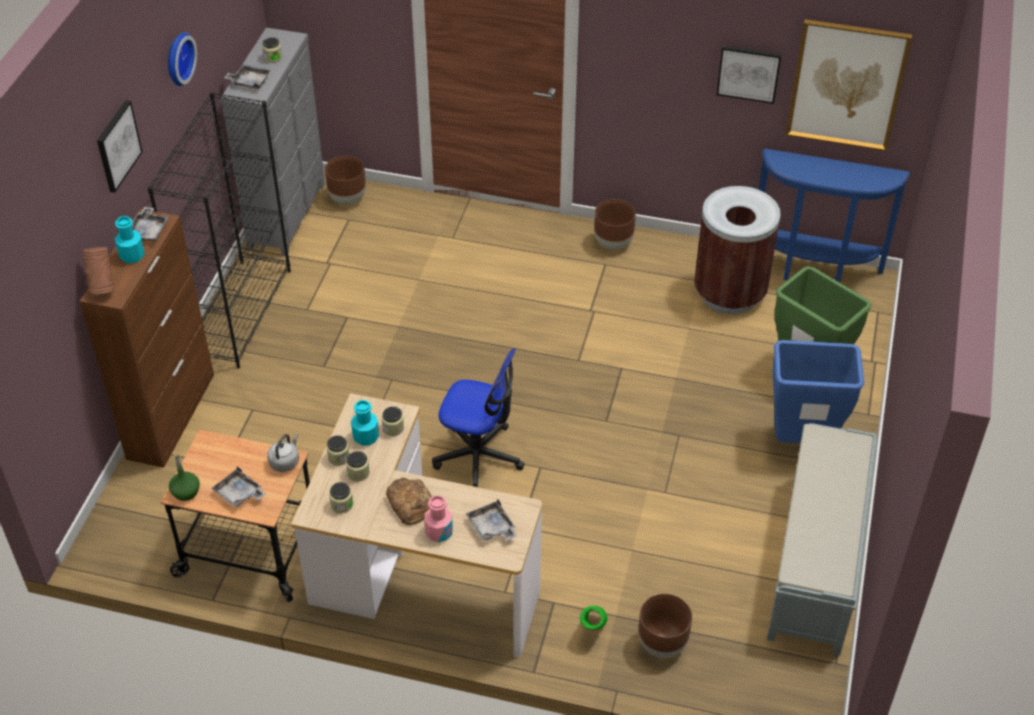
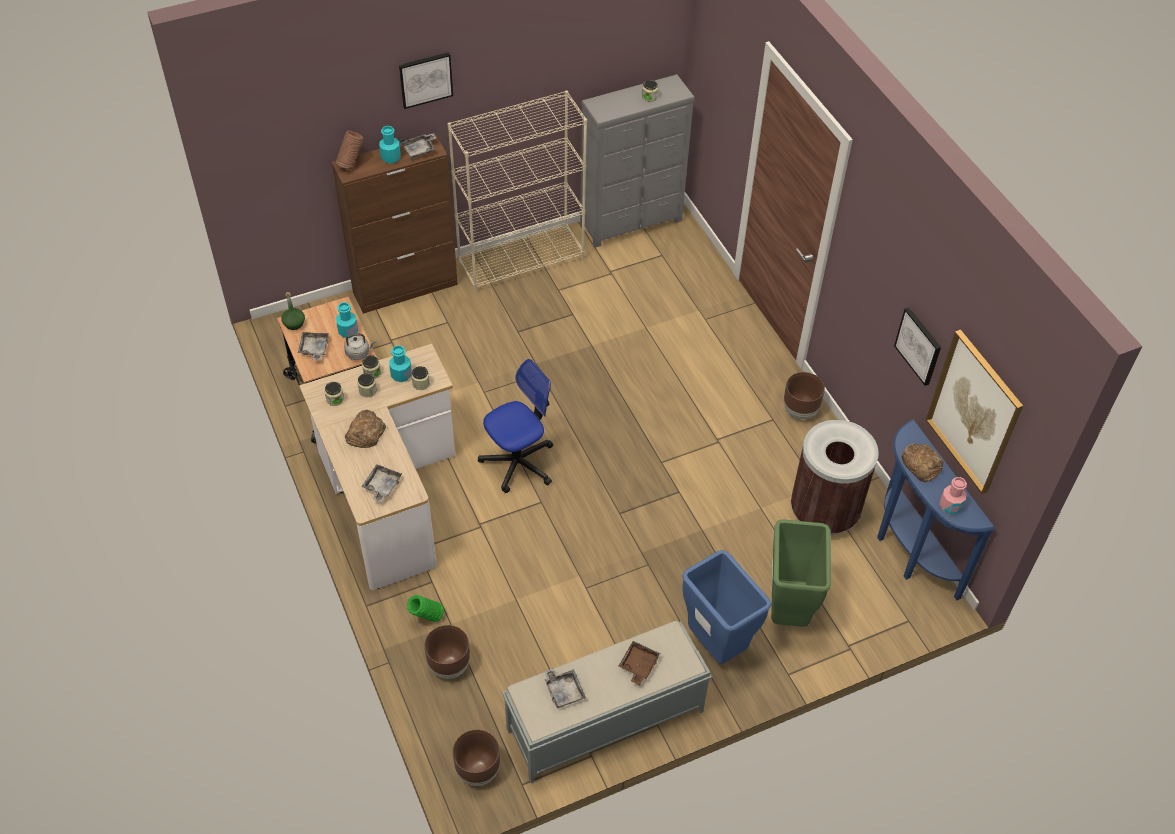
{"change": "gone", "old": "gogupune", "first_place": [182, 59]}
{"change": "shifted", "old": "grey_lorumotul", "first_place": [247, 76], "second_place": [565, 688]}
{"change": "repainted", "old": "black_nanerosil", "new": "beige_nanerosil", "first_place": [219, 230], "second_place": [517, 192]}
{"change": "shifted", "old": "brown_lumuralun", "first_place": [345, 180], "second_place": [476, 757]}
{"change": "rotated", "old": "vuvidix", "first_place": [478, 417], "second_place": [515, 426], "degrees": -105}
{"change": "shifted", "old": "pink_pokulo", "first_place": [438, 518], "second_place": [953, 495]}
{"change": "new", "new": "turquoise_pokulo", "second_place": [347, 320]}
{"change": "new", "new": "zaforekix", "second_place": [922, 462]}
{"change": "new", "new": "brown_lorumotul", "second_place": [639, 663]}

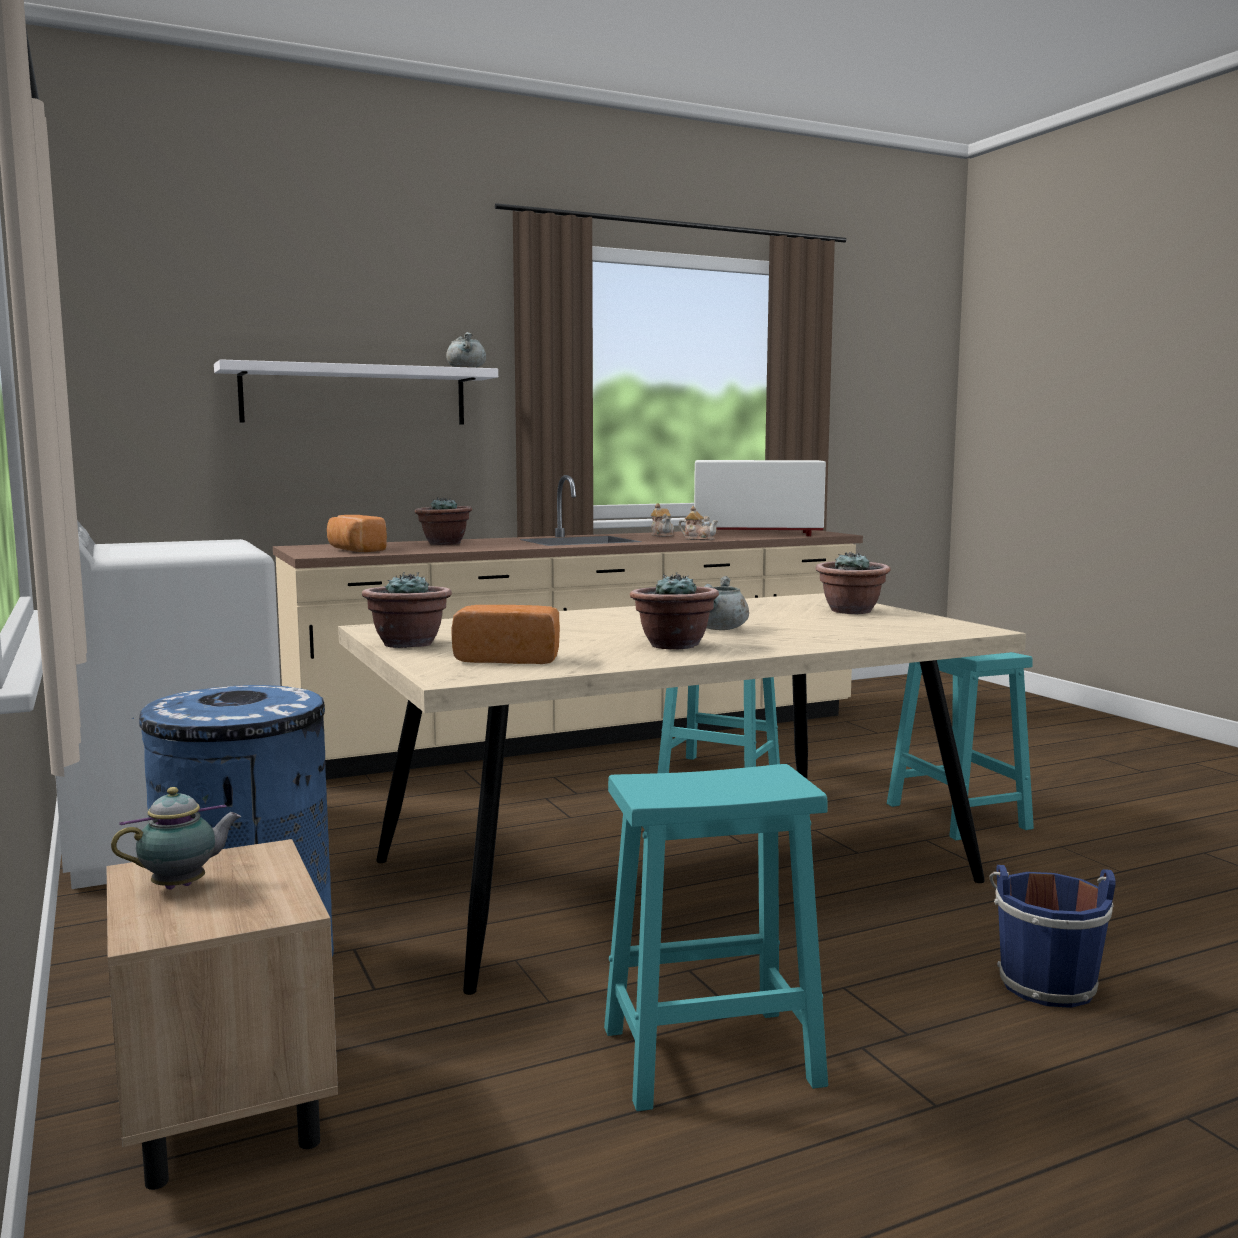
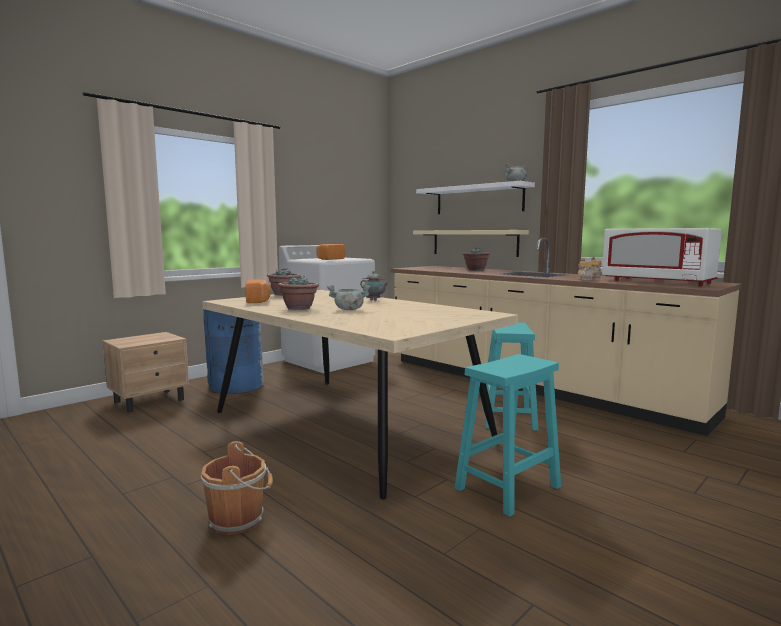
{"change": "rotated", "old": "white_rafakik", "first_place": [760, 498], "second_place": [662, 257], "degrees": 150}
{"change": "shifted", "old": "zaforekix", "first_place": [357, 533], "second_place": [330, 252]}
{"change": "gone", "old": "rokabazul", "first_place": [853, 583]}
{"change": "gone", "old": "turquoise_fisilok", "first_place": [716, 937]}
{"change": "shifted", "old": "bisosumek", "first_place": [176, 838], "second_place": [374, 286]}
{"change": "repainted", "old": "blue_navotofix", "new": "brown_navotofix", "first_place": [1053, 936], "second_place": [237, 488]}
{"change": "new", "new": "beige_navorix", "second_place": [471, 243]}

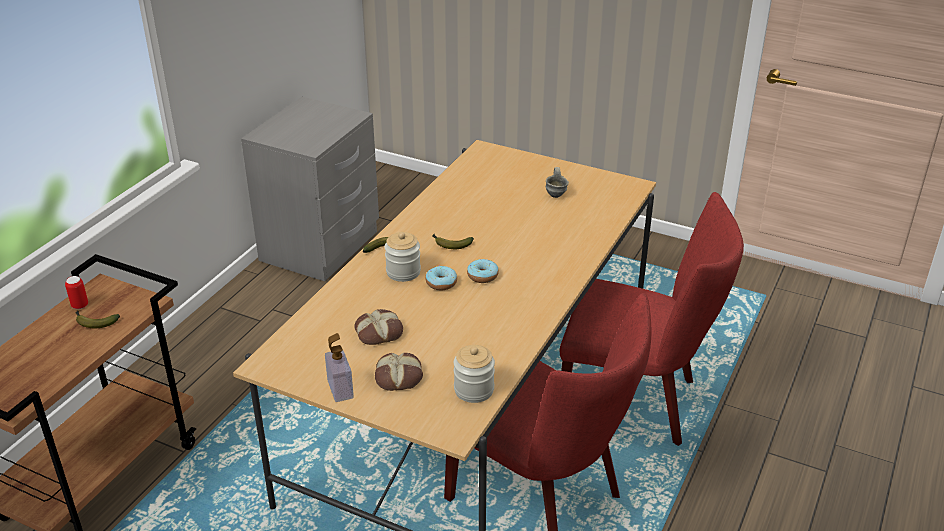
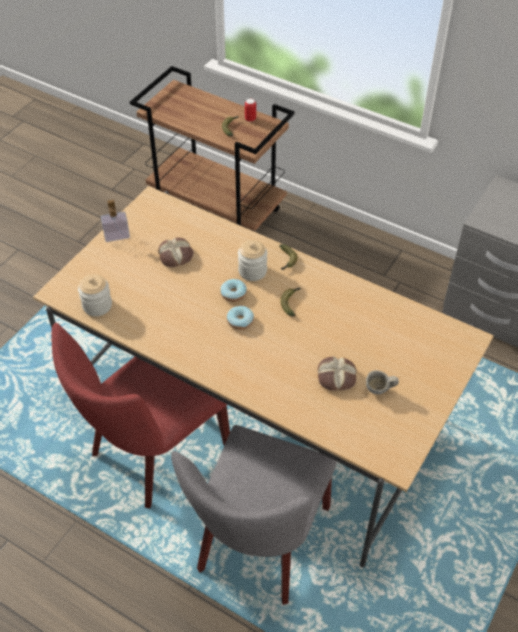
{"change": "repainted", "old": "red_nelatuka", "new": "grey_nelatuka", "first_place": [652, 319], "second_place": [254, 515]}
{"change": "shifted", "old": "zaforekix", "first_place": [399, 372], "second_place": [337, 373]}

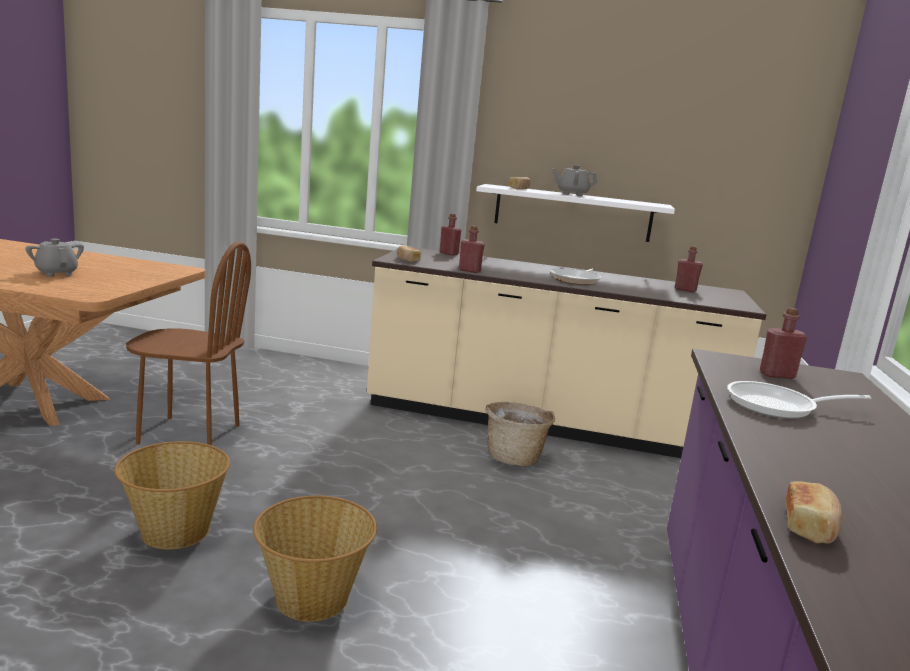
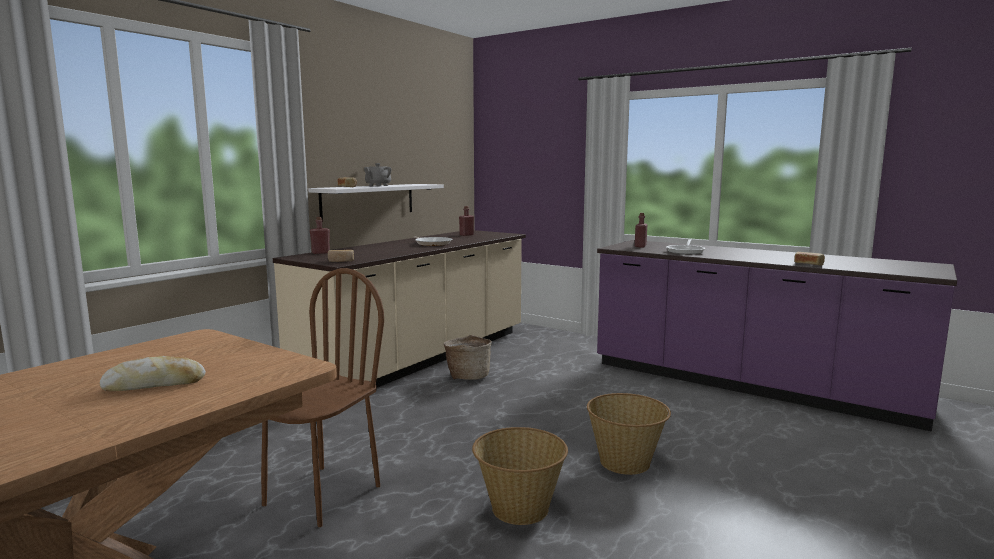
{"change": "gone", "old": "red_pokulo", "first_place": [472, 249]}
{"change": "swapped", "old": "grey_bisosumek", "new": "zaforekix", "first_place": [54, 258], "second_place": [153, 373]}

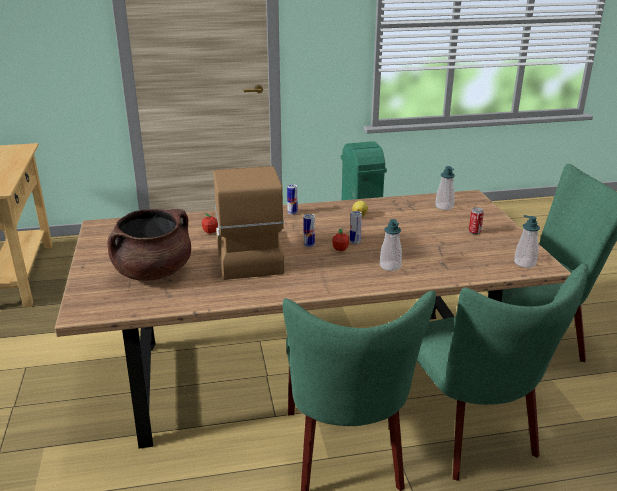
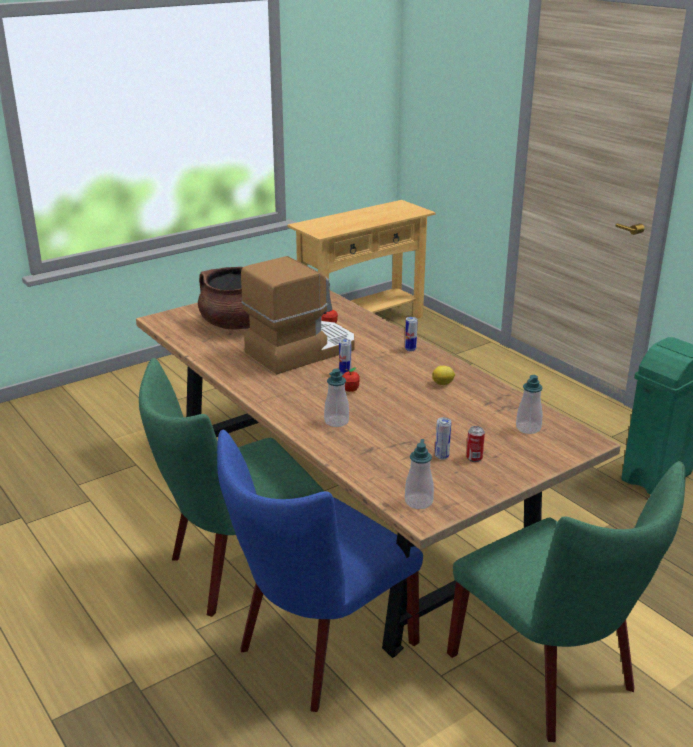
{"change": "shifted", "old": "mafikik", "first_place": [356, 227], "second_place": [443, 438]}
{"change": "repainted", "old": "green_nelatuka", "new": "blue_nelatuka", "first_place": [502, 372], "second_place": [320, 571]}

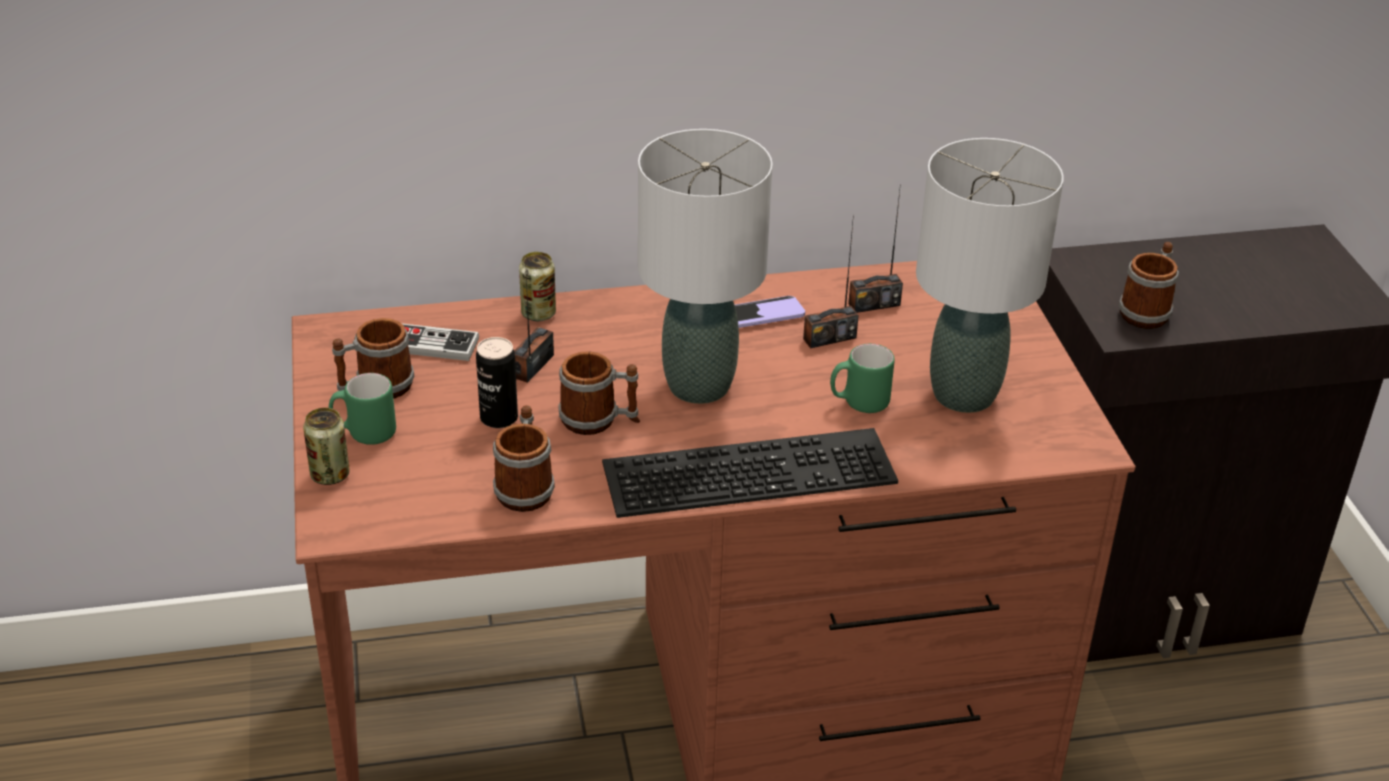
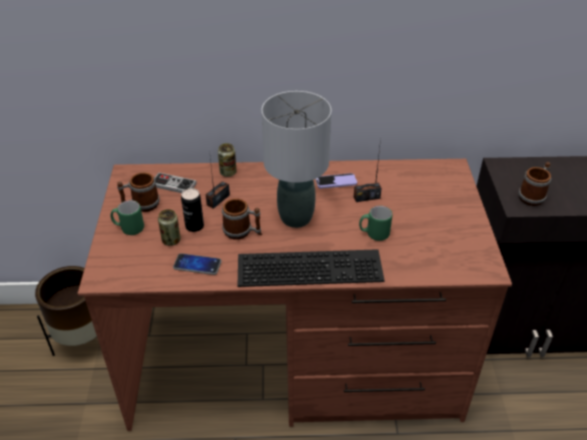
{"change": "gone", "old": "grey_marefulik", "first_place": [990, 275]}
{"change": "gone", "old": "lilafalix", "first_place": [875, 248]}
{"change": "swapped", "old": "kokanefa", "new": "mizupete", "first_place": [524, 458], "second_place": [197, 264]}
{"change": "shifted", "old": "mafikik", "first_place": [326, 446], "second_place": [169, 227]}
{"change": "new", "new": "brown_lumuralun", "second_place": [66, 311]}

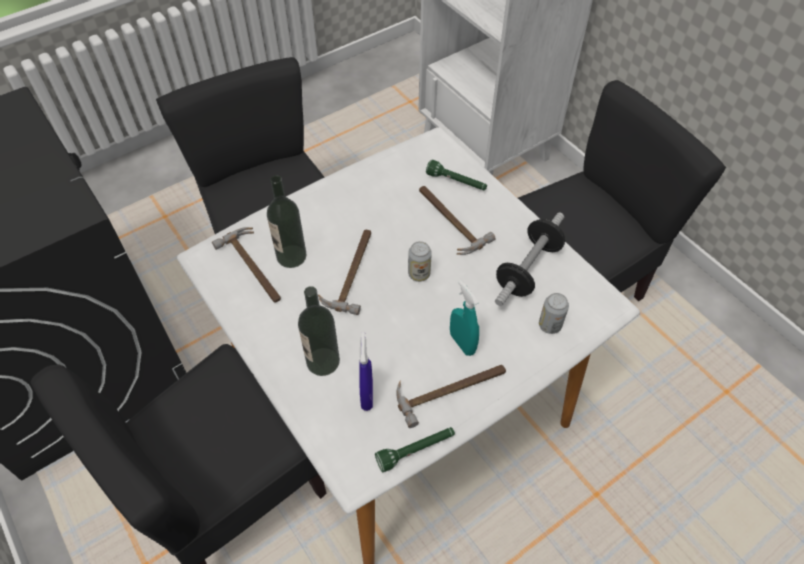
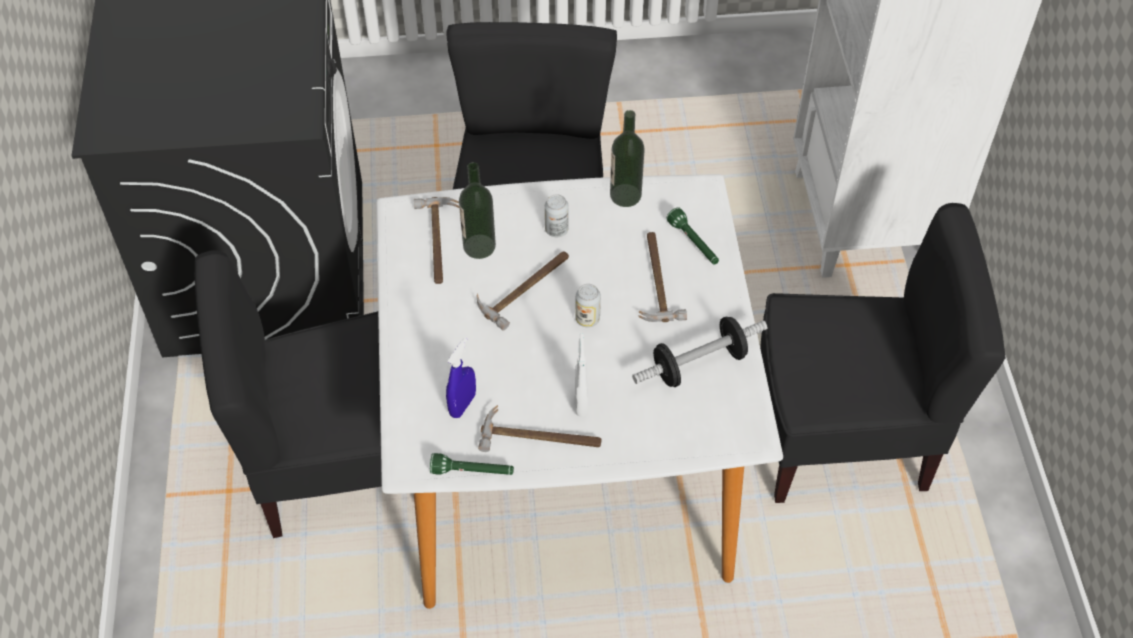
{"change": "repainted", "old": "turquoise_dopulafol", "new": "white_dopulafol", "first_place": [464, 318], "second_place": [581, 375]}
{"change": "shifted", "old": "pokulo", "first_place": [319, 331], "second_place": [627, 158]}
{"change": "shifted", "old": "mafikik", "first_place": [554, 313], "second_place": [557, 215]}

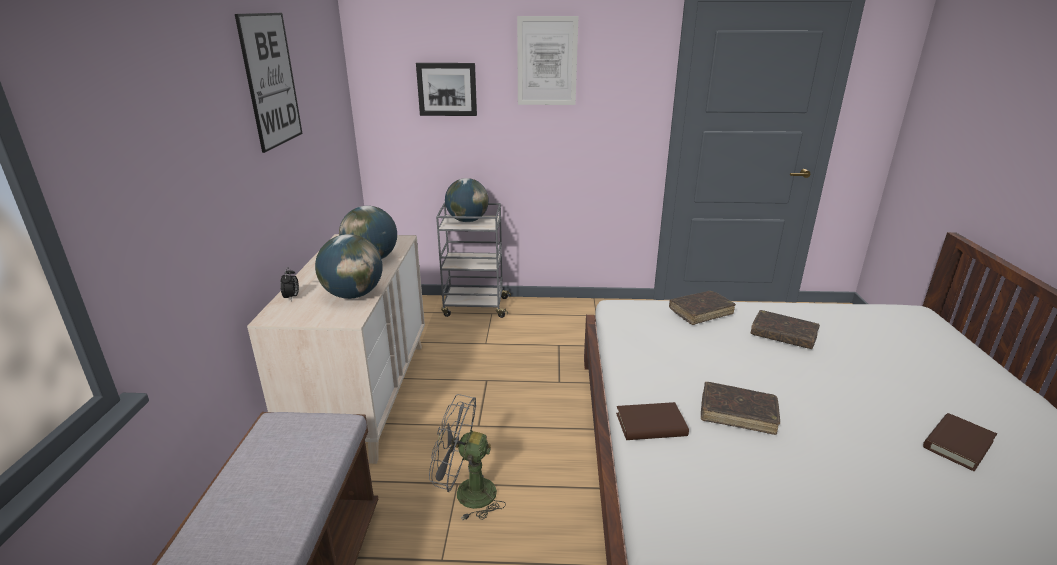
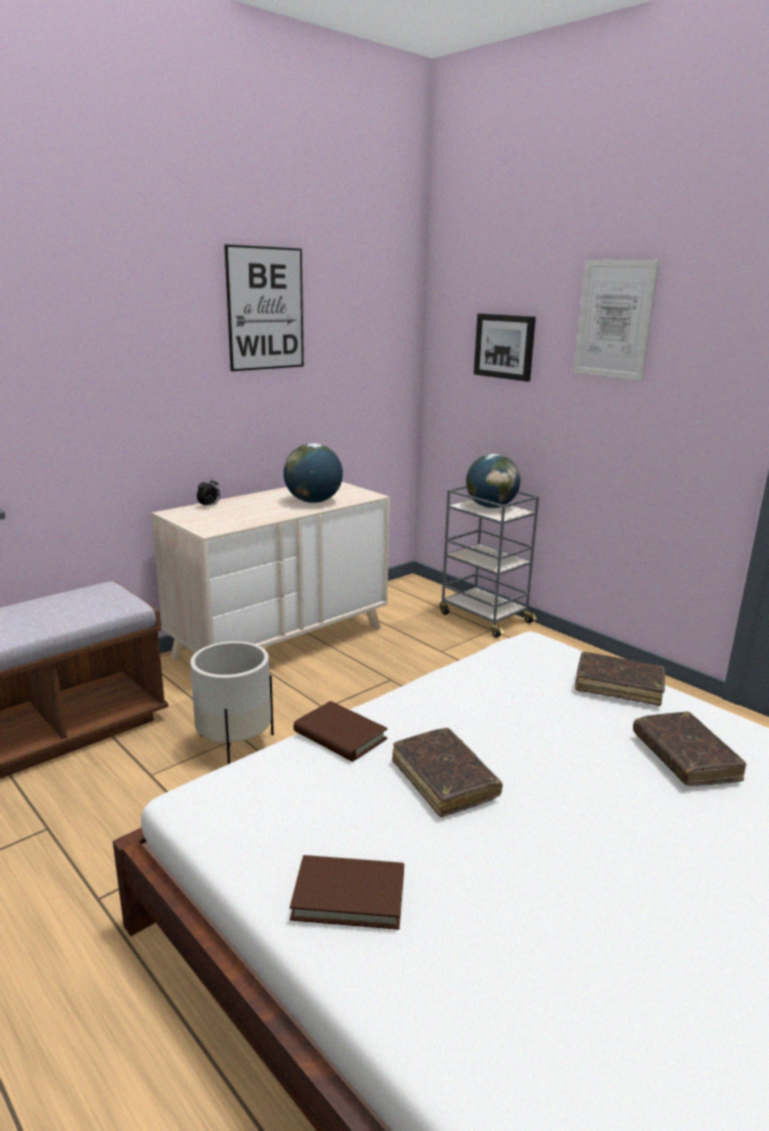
{"change": "gone", "old": "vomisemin", "first_place": [349, 266]}
{"change": "swapped", "old": "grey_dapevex", "new": "white_lumuralun", "first_place": [467, 457], "second_place": [232, 702]}
{"change": "shifted", "old": "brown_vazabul", "first_place": [960, 442], "second_place": [347, 892]}

